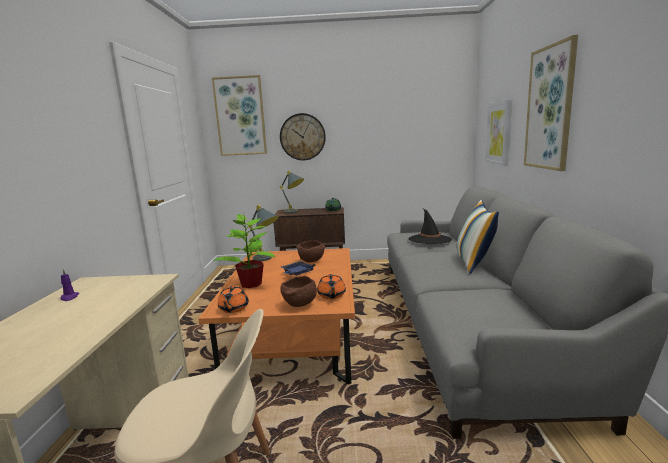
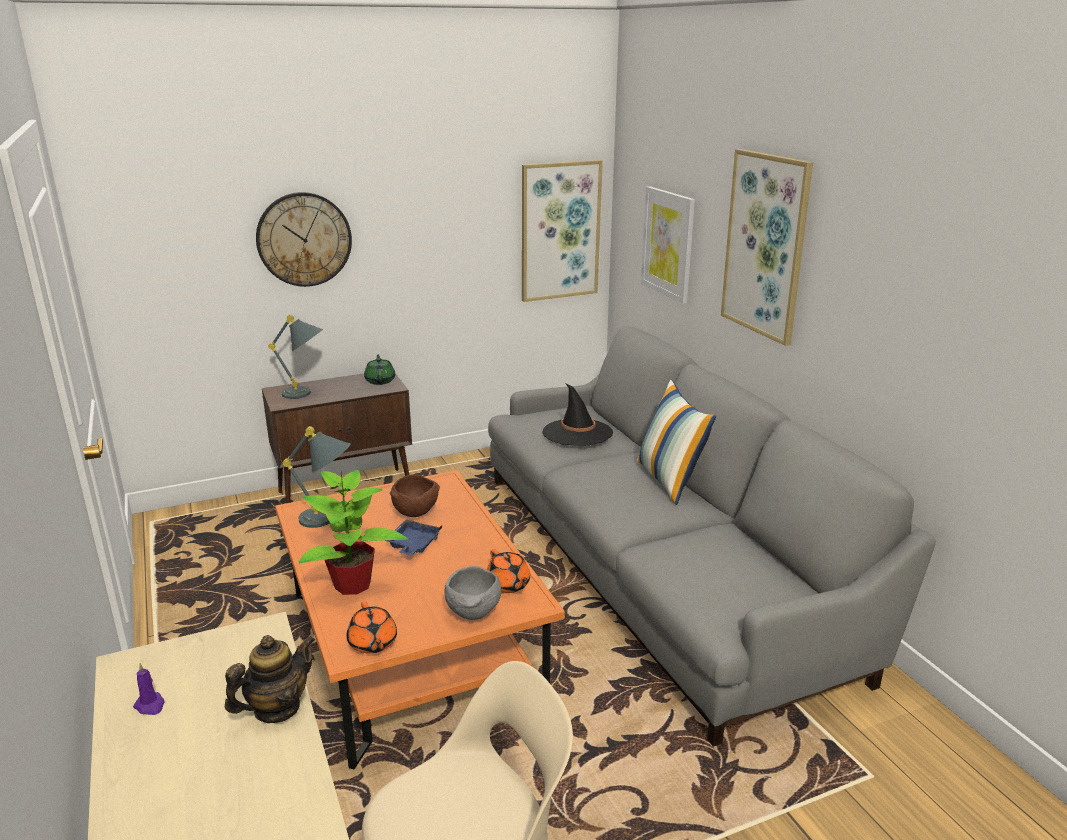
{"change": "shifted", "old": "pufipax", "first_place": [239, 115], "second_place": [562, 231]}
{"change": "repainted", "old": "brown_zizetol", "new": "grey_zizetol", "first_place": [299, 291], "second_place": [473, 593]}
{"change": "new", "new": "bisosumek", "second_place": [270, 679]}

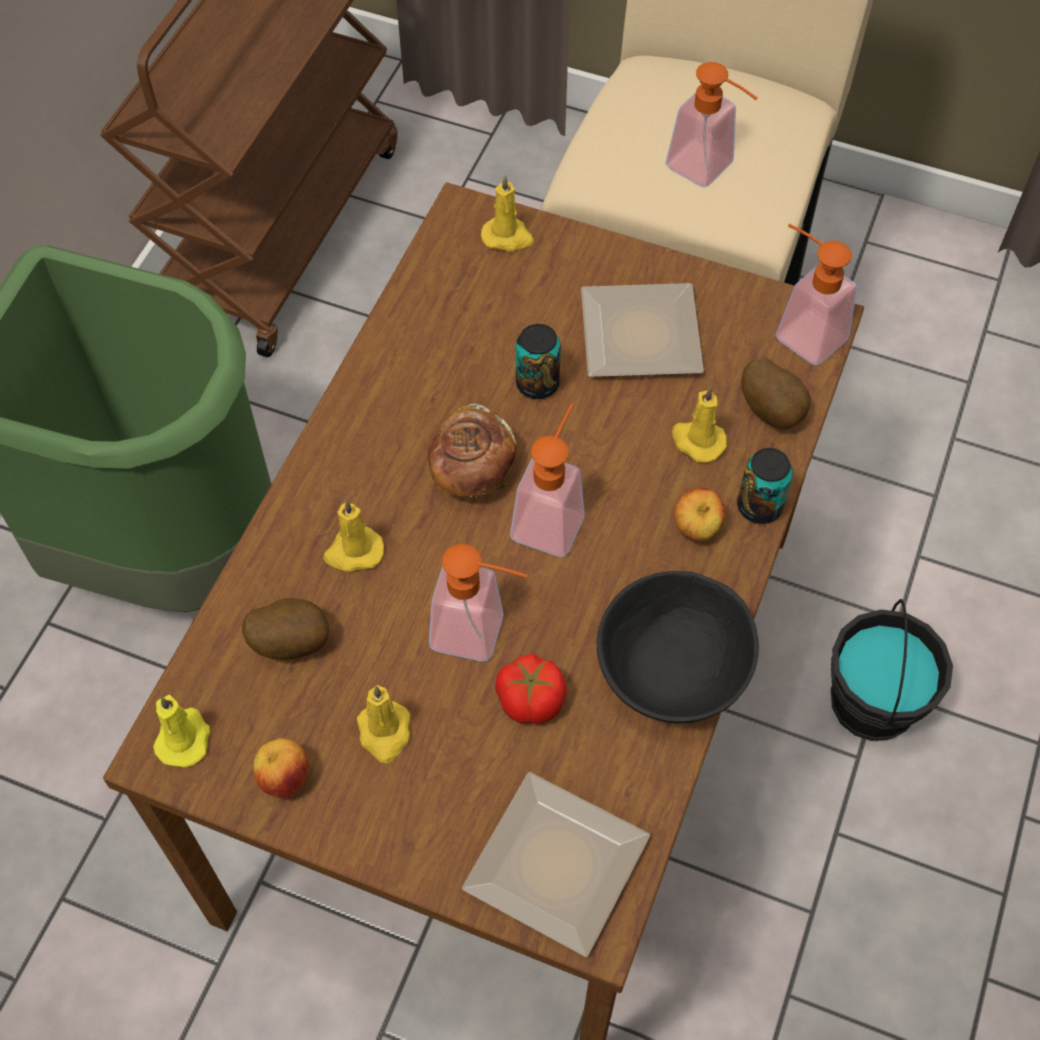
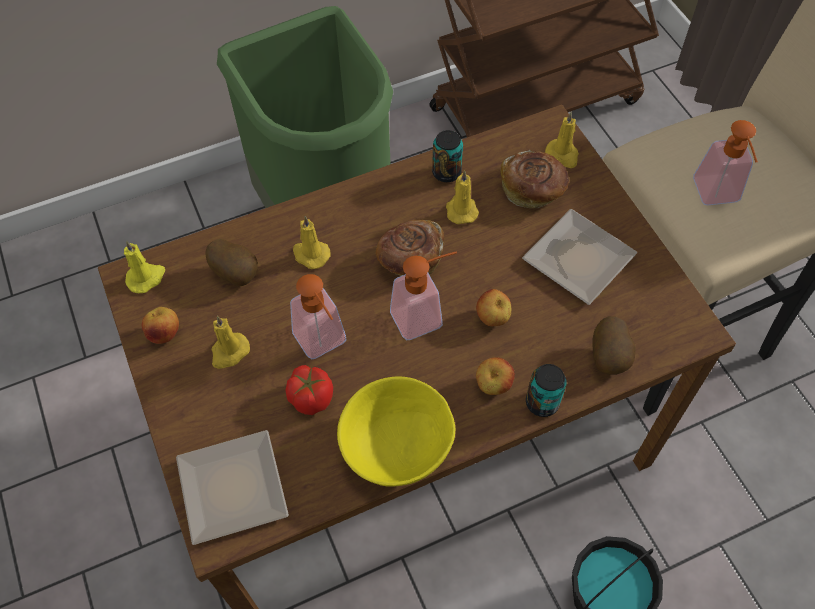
{"change": "gone", "old": "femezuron", "first_place": [816, 294]}
{"change": "shifted", "old": "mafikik", "first_place": [538, 361], "second_place": [447, 156]}
{"change": "shifted", "old": "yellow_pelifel", "first_place": [699, 424], "second_place": [462, 197]}
{"change": "repainted", "old": "black_zizetol", "new": "yellow_zizetol", "first_place": [678, 647], "second_place": [396, 431]}
{"change": "new", "new": "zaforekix", "second_place": [534, 179]}
{"change": "new", "new": "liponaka", "second_place": [493, 307]}

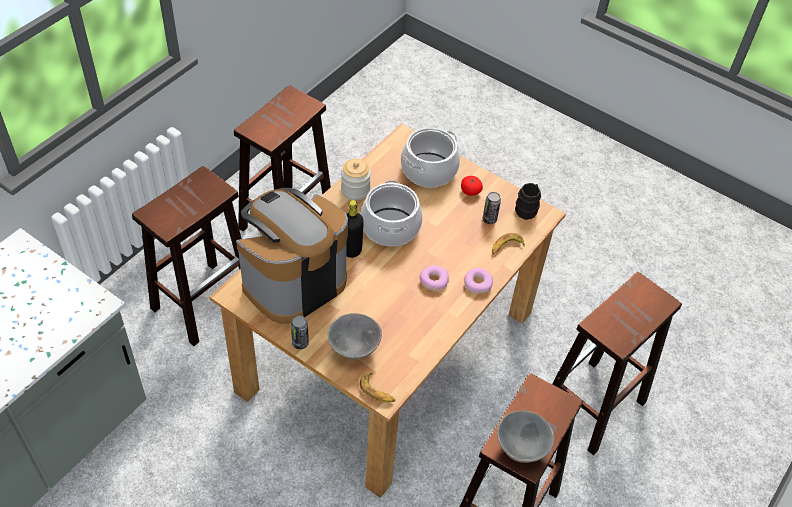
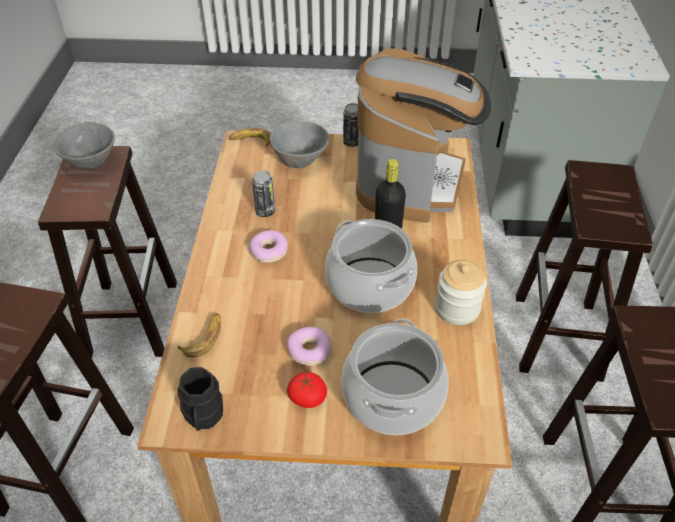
{"change": "shifted", "old": "mafikik", "first_place": [492, 208], "second_place": [263, 194]}
{"change": "shifted", "old": "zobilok", "first_place": [478, 281], "second_place": [309, 346]}

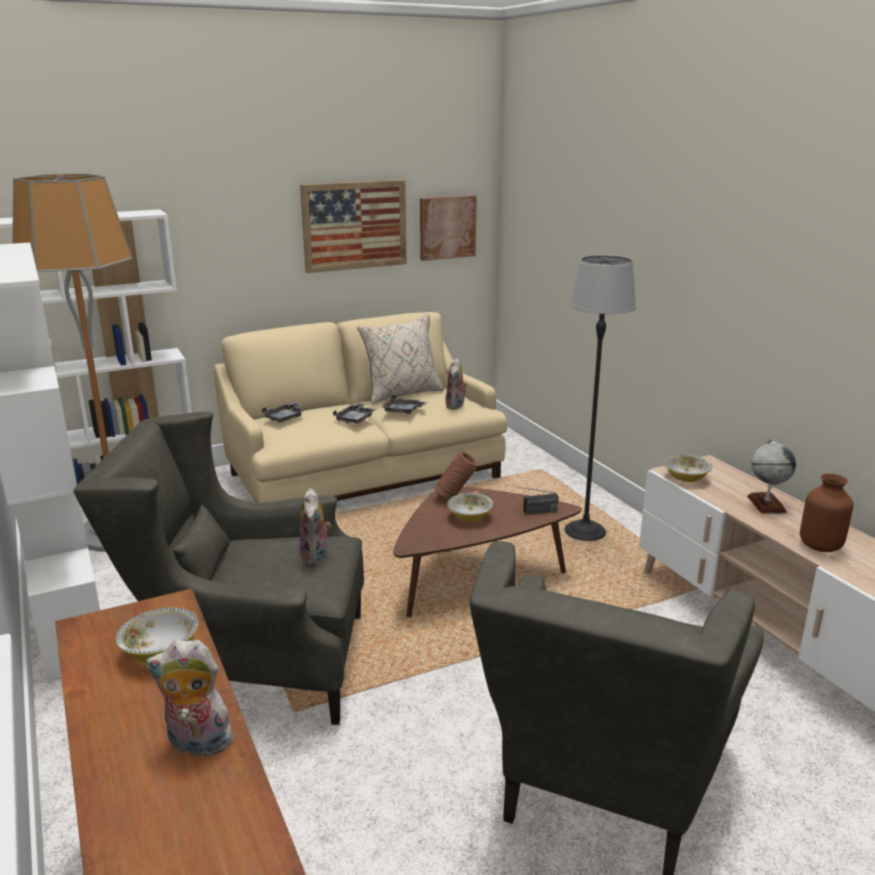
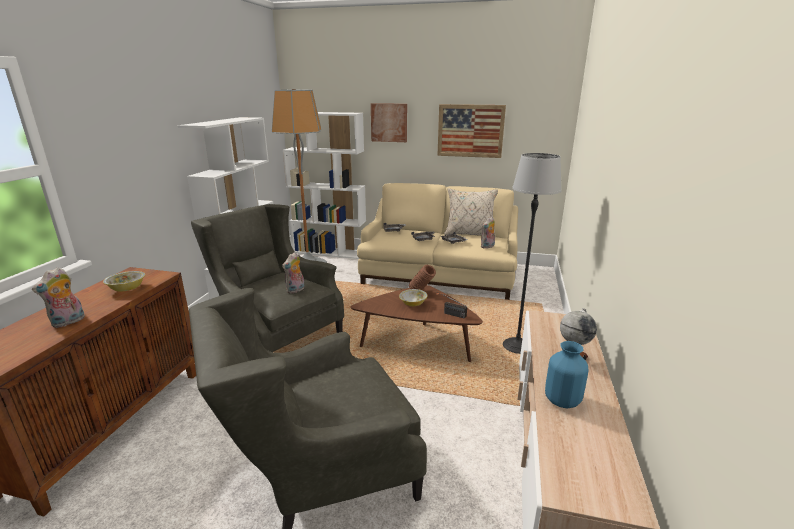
{"change": "shifted", "old": "pufipax", "first_place": [448, 228], "second_place": [389, 122]}
{"change": "gone", "old": "zizetol", "first_place": [688, 468]}
{"change": "repainted", "old": "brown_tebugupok", "new": "blue_tebugupok", "first_place": [827, 513], "second_place": [566, 374]}
{"change": "rotated", "old": "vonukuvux", "first_place": [193, 700], "second_place": [58, 297], "degrees": -105}

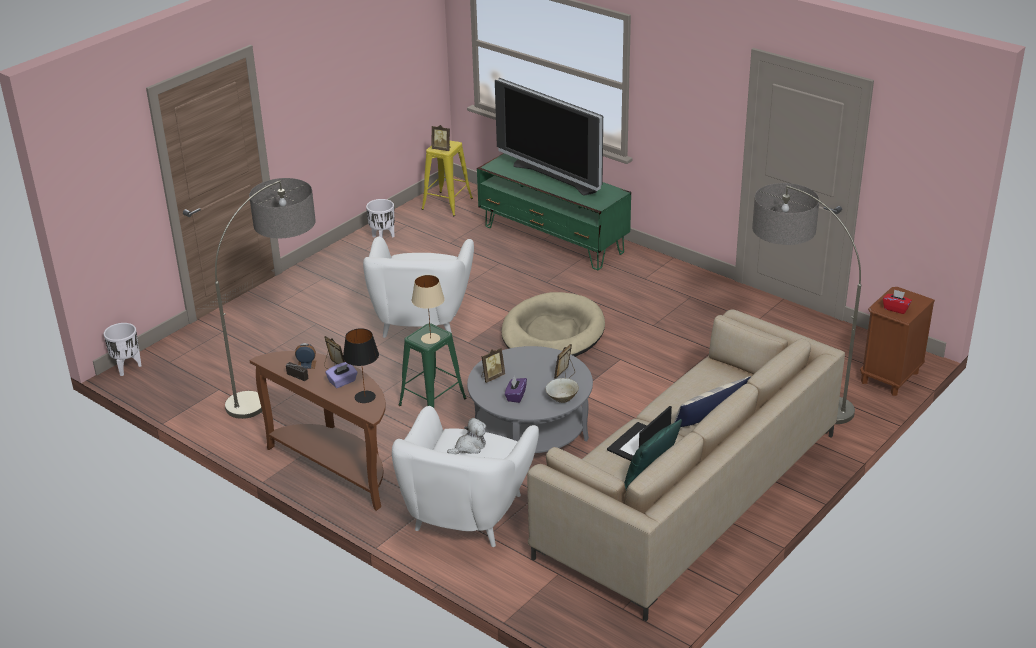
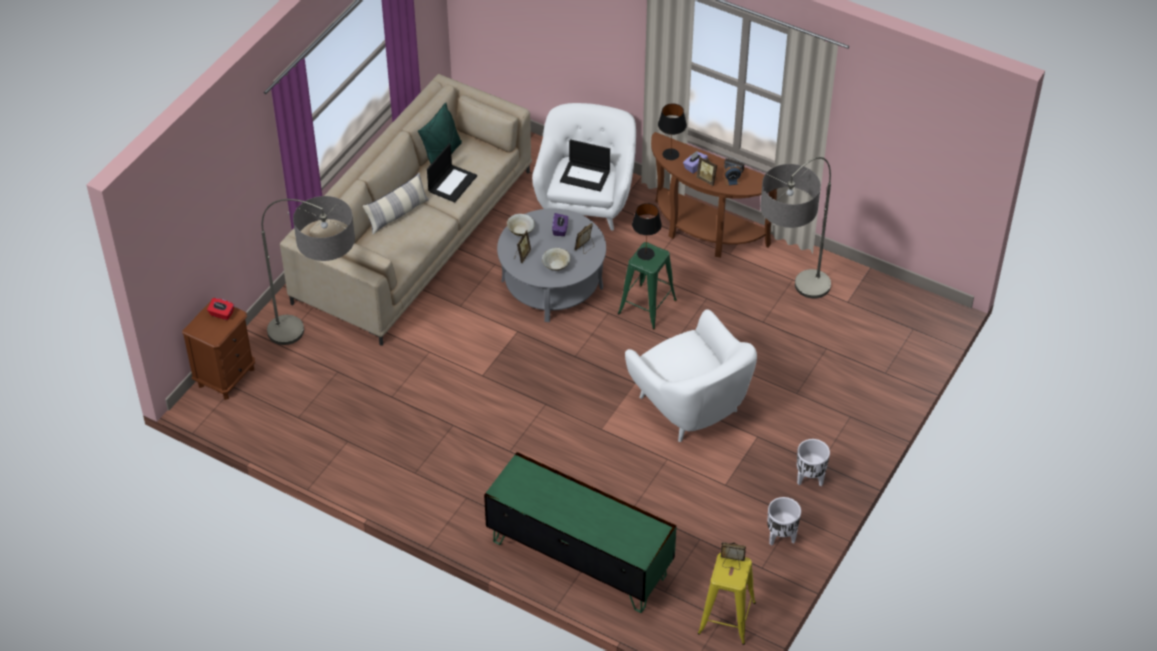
{"change": "gone", "old": "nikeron", "first_place": [549, 137]}
{"change": "rotated", "old": "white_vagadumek", "first_place": [418, 287], "second_place": [691, 376], "degrees": 150}
{"change": "repainted", "old": "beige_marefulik", "new": "black_marefulik", "first_place": [428, 309], "second_place": [647, 231]}
{"change": "gone", "old": "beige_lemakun", "first_place": [553, 324]}
{"change": "shifted", "old": "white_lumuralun", "first_place": [123, 349], "second_place": [813, 462]}
{"change": "swapped", "old": "vonukuvux", "new": "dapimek", "first_place": [466, 436], "second_place": [585, 165]}
{"change": "new", "new": "beige_zizetol", "second_place": [556, 259]}

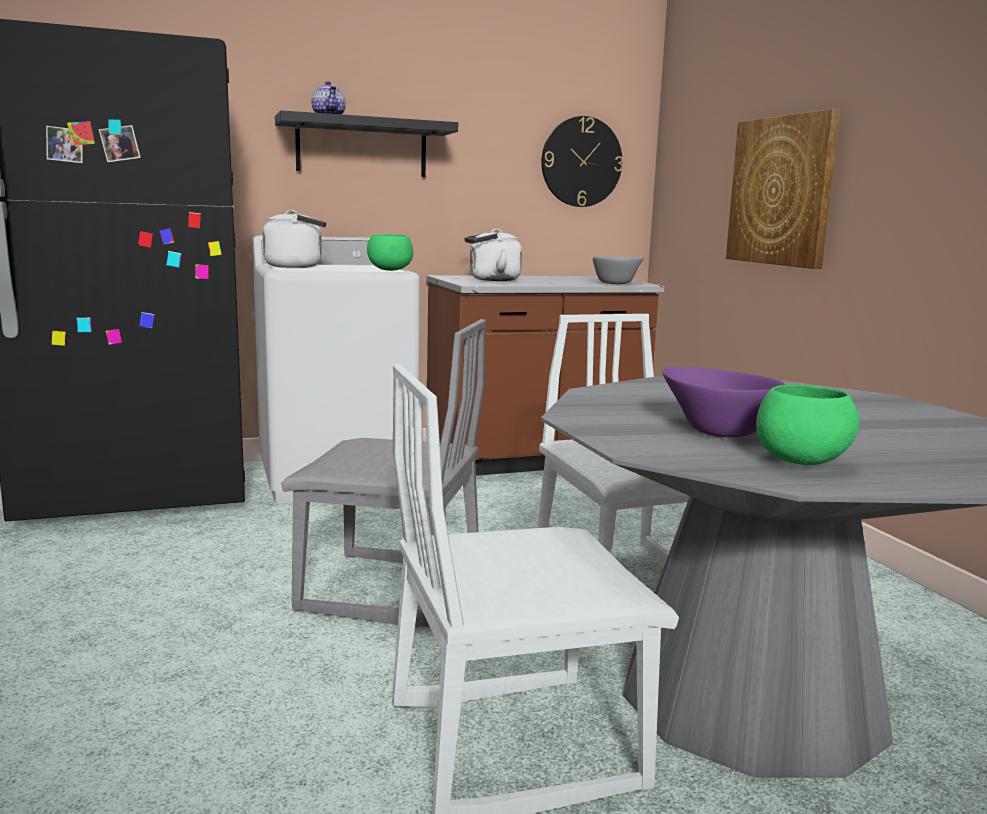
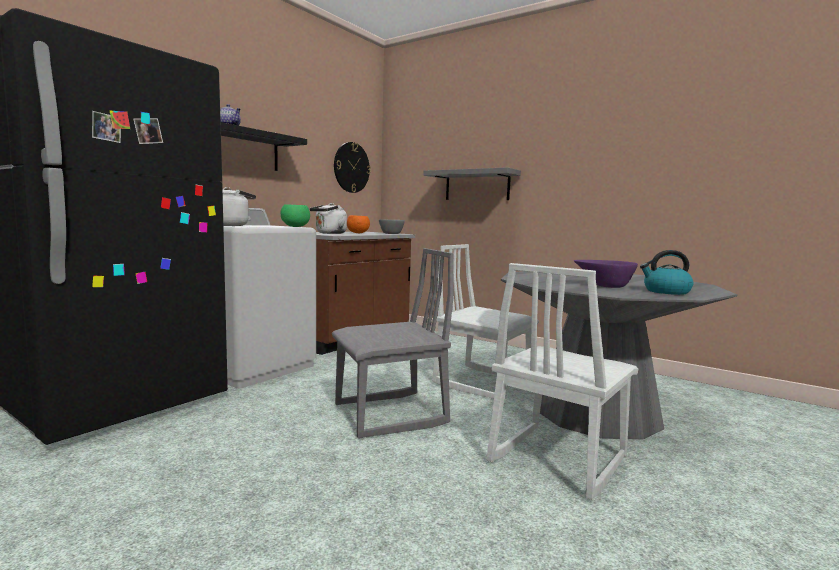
{"change": "swapped", "old": "pufipax", "new": "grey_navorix", "first_place": [783, 189], "second_place": [472, 183]}
{"change": "swapped", "old": "green_zizetol", "new": "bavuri", "first_place": [808, 425], "second_place": [666, 272]}
{"change": "new", "new": "orange_zizetol", "second_place": [358, 224]}

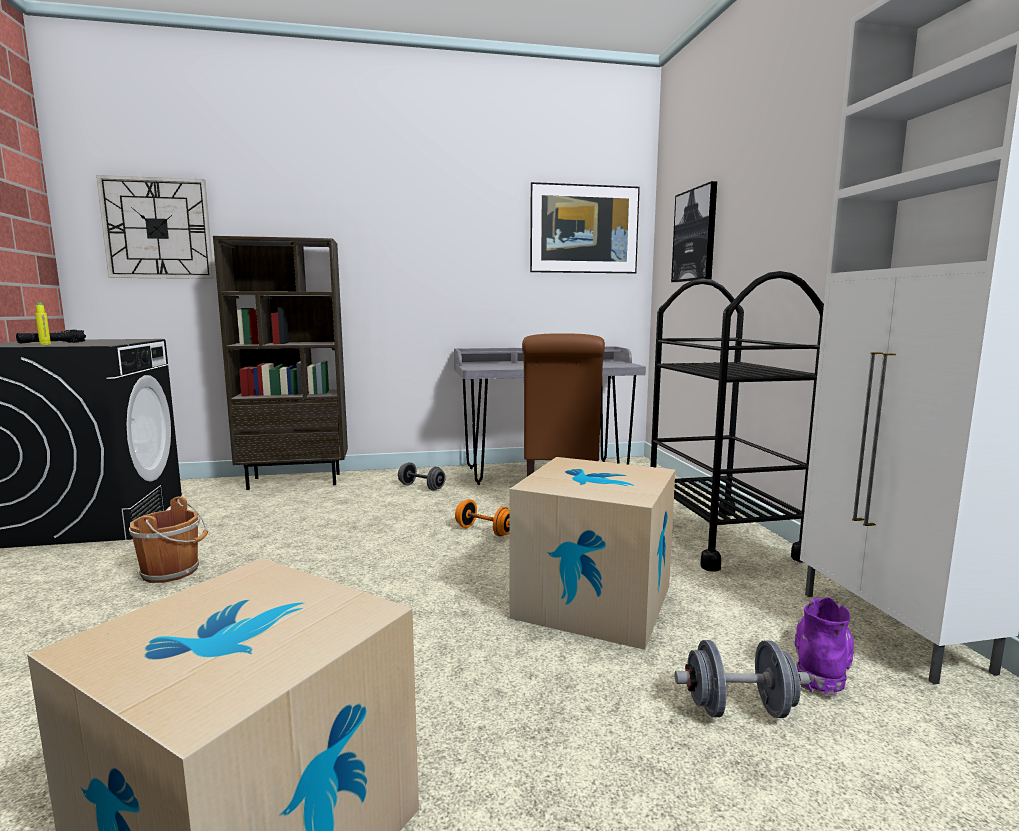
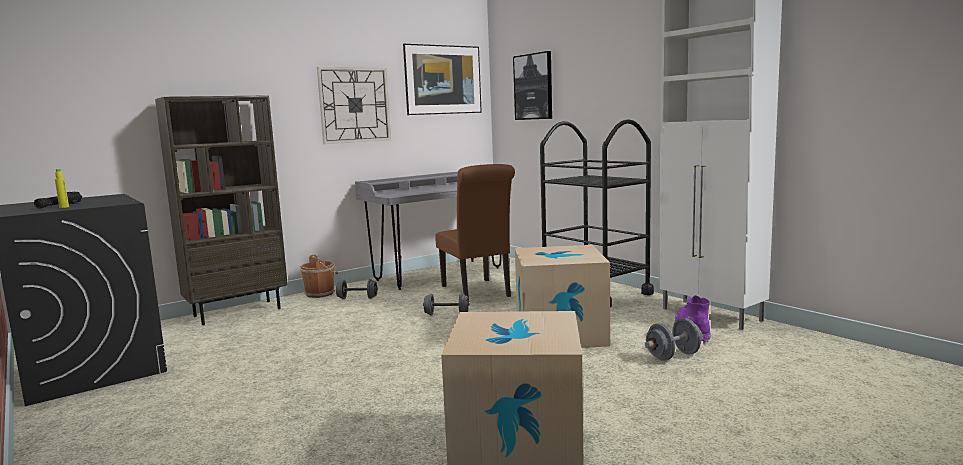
{"change": "shifted", "old": "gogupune", "first_place": [155, 227], "second_place": [354, 105]}
{"change": "shifted", "old": "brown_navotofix", "first_place": [168, 540], "second_place": [319, 276]}
{"change": "repainted", "old": "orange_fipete", "new": "grey_fipete", "first_place": [482, 518], "second_place": [446, 304]}

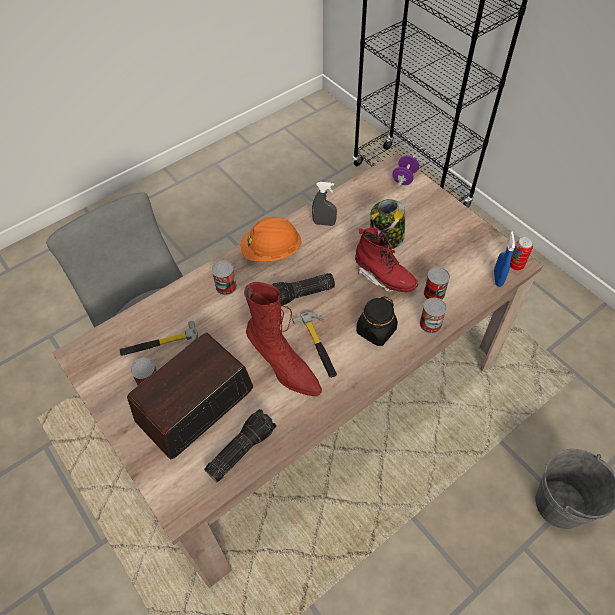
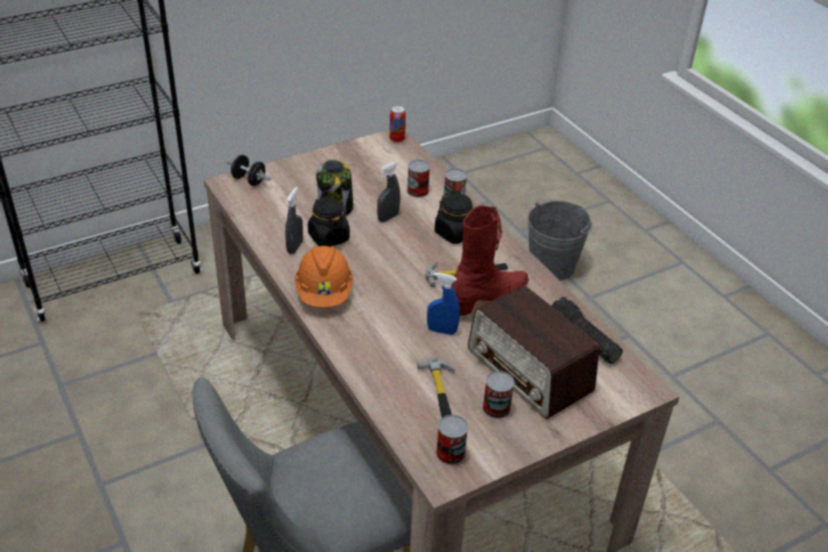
{"change": "repainted", "old": "purple_fipete", "new": "black_fipete", "first_place": [406, 171], "second_place": [248, 170]}
{"change": "swapped", "old": "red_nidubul", "new": "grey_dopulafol", "first_place": [386, 260], "second_place": [388, 192]}
{"change": "shifted", "old": "blue_dopulafol", "first_place": [504, 259], "second_place": [443, 304]}
{"change": "shifted", "old": "mafikik", "first_place": [224, 277], "second_place": [452, 440]}
{"change": "gone", "old": "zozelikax", "first_place": [303, 289]}
{"change": "new", "new": "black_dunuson", "second_place": [329, 222]}

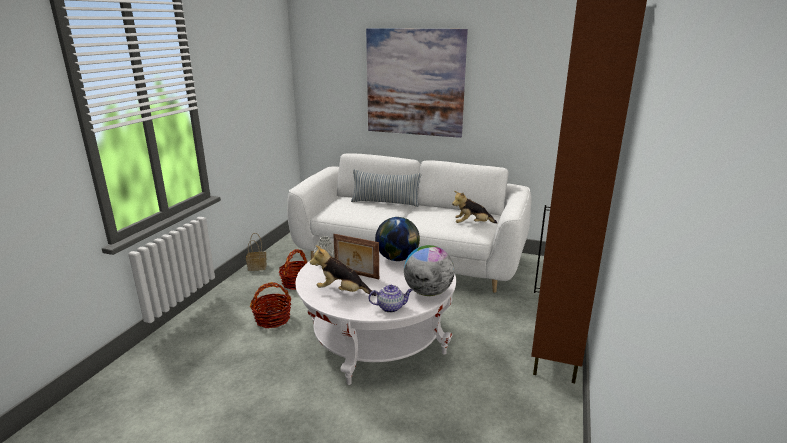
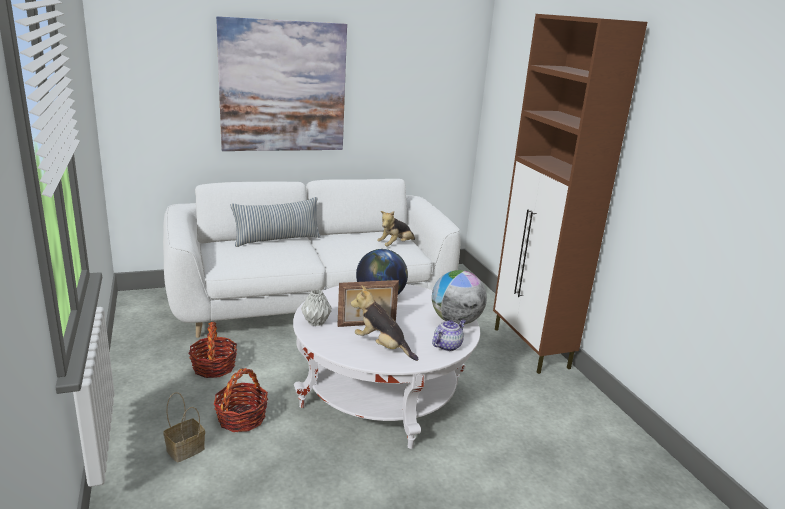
{"change": "shifted", "old": "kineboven", "first_place": [256, 252], "second_place": [184, 427]}
{"change": "rotated", "old": "vonukuvux", "first_place": [343, 270], "second_place": [384, 323], "degrees": 60}

